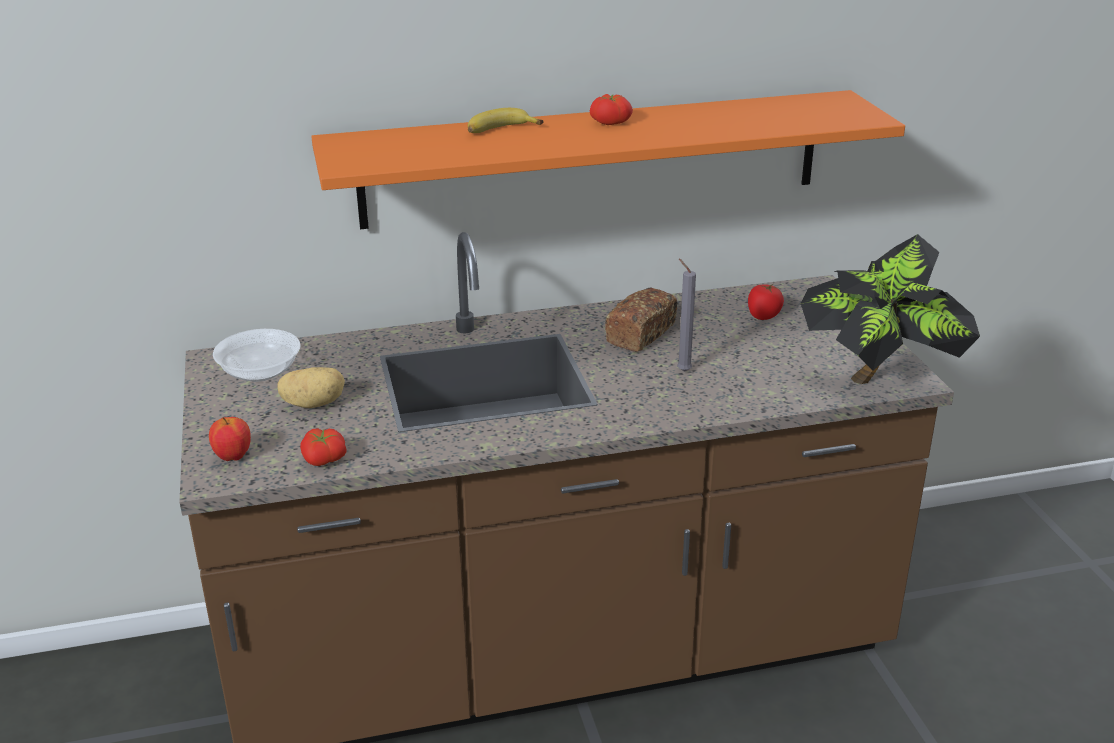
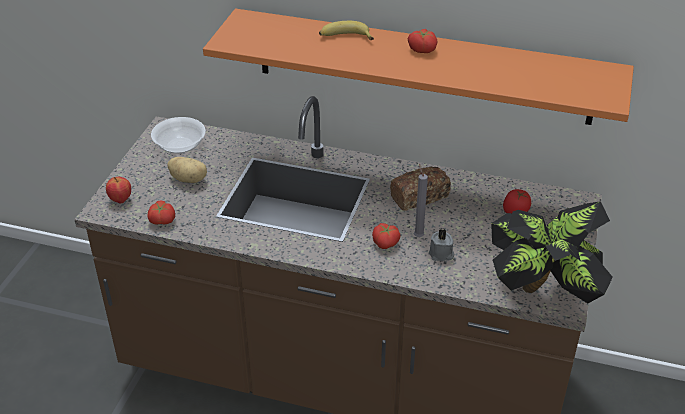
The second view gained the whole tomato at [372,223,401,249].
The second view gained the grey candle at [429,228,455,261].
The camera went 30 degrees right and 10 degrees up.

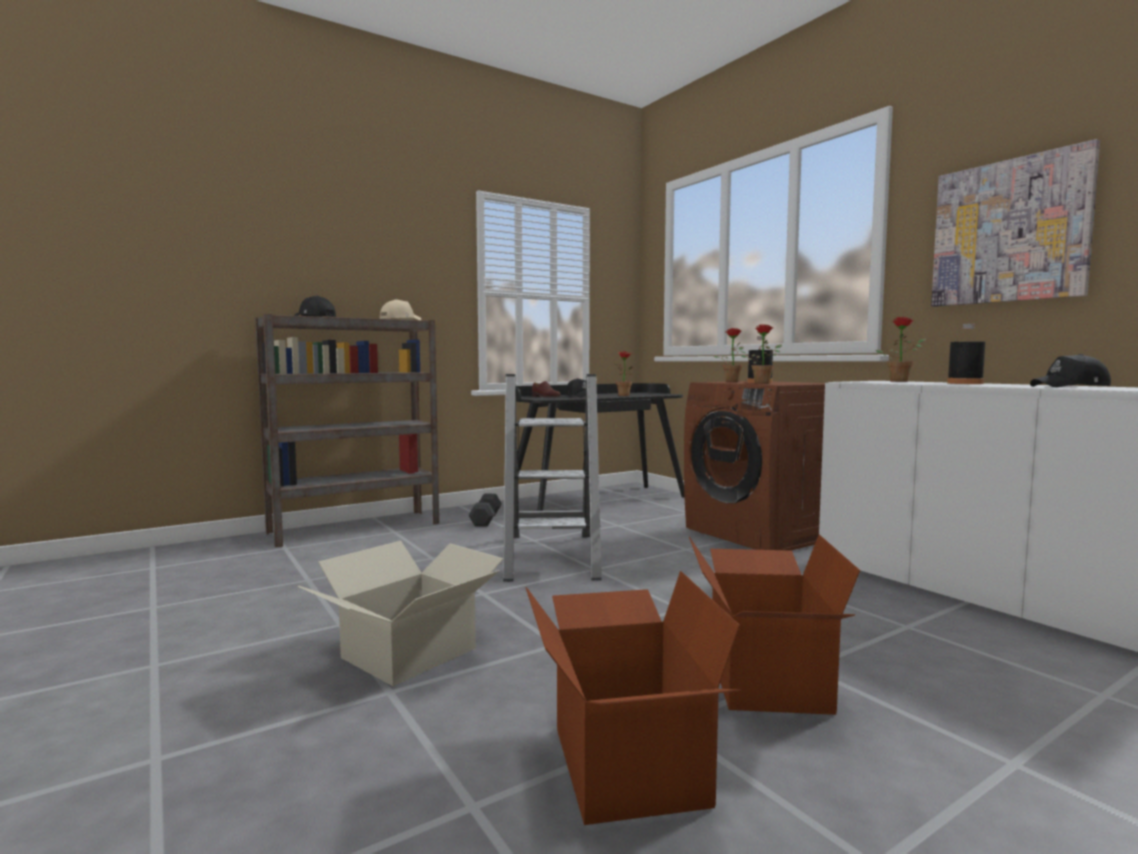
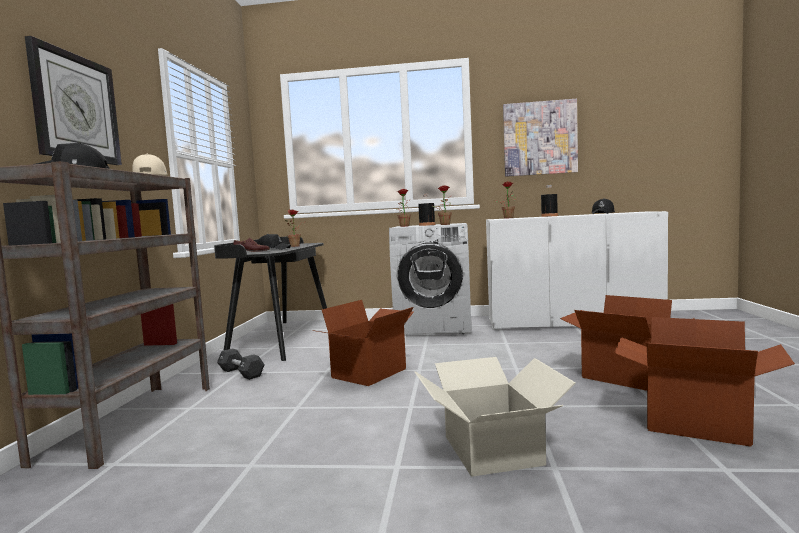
Where the grey step stool stood at [503,374,602,582], the cardboard box came to stand at [313,300,414,386].
What was the brownish washing machine at [684,381,825,551] turned into the whitish washing machine at [389,223,472,336].
The second view gained the clock on the wall at [25,36,122,165].
The camera went 50 degrees left and 0 degrees up.

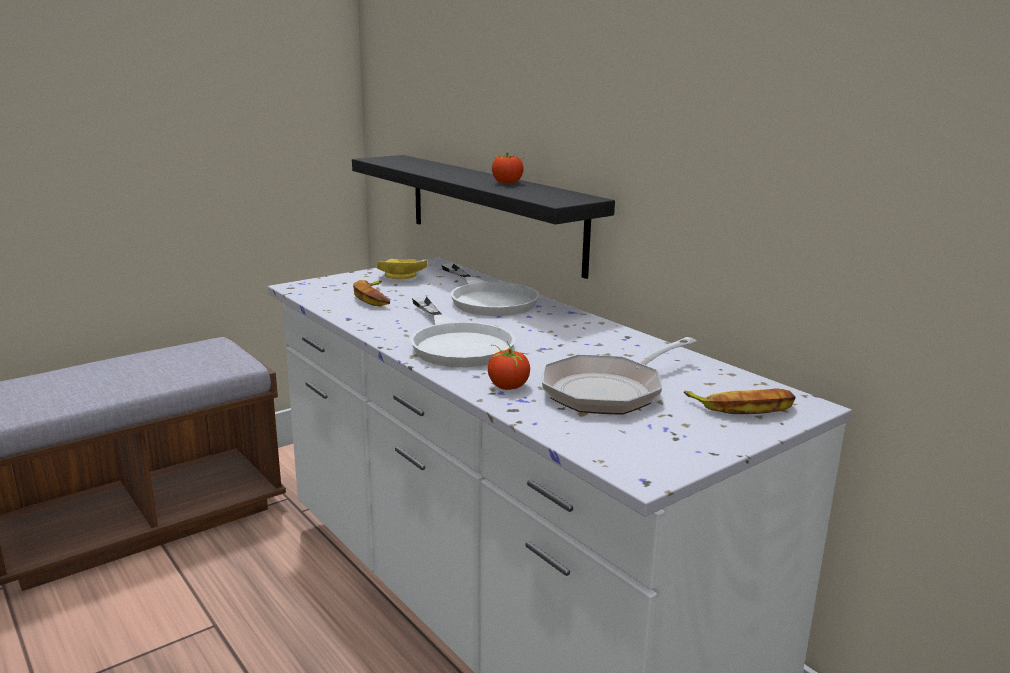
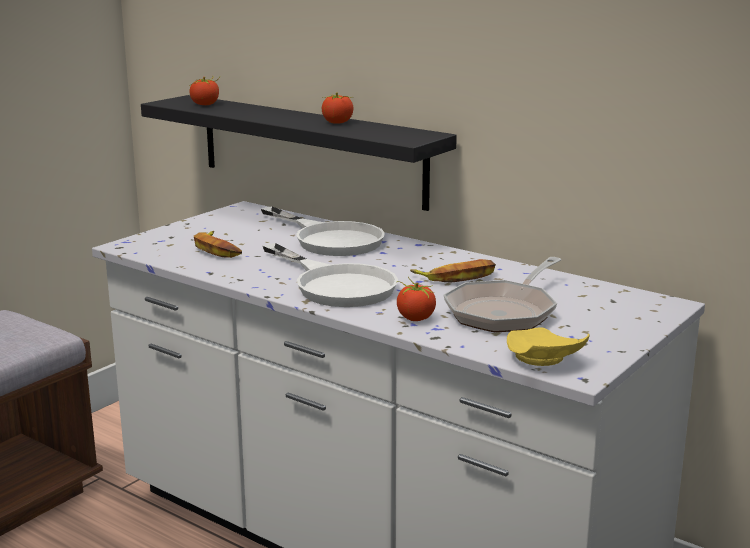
The yellow-coloured dinner plate ended up elsewhere, having gone from [376,259,427,279] to [507,327,590,366].
The banana ended up elsewhere, having gone from [684,388,796,414] to [410,259,496,282].
The second view gained the whole tomato at [189,76,220,105].
The camera went 15 degrees left and 0 degrees up.

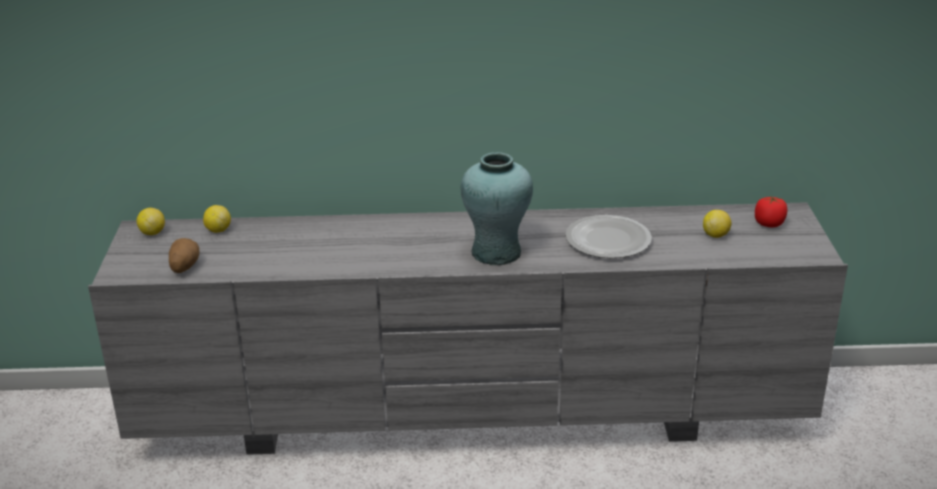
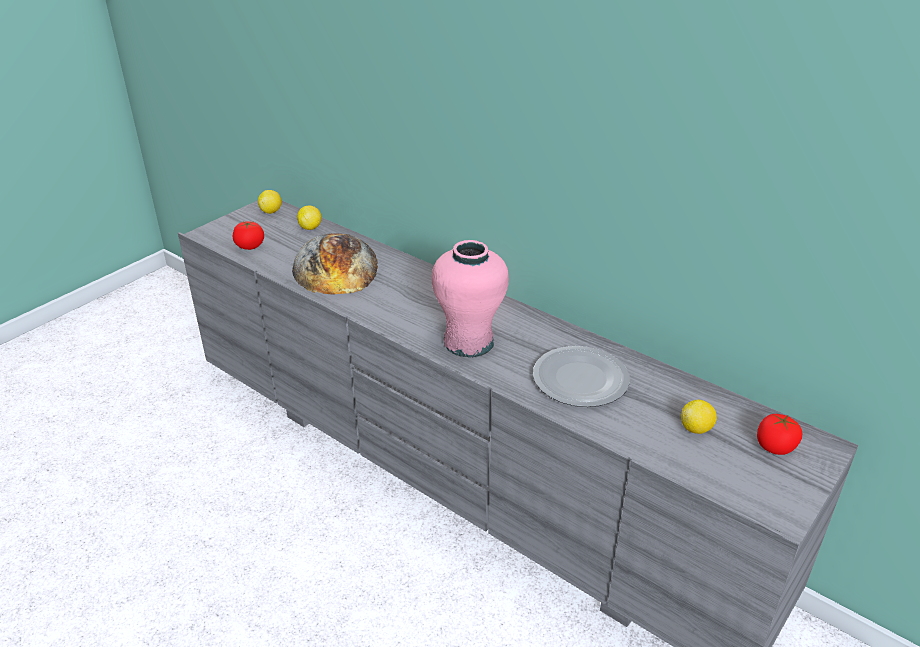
What was the blue-green vase at [461,152,533,265] turned into the pink-coloured vase at [432,240,509,358].
Where the whole potato stood at [169,238,199,273], the whole tomato came to stand at [233,221,264,250].
The second view gained the baked bread at [292,233,378,294].
The camera went 40 degrees right and 5 degrees up.

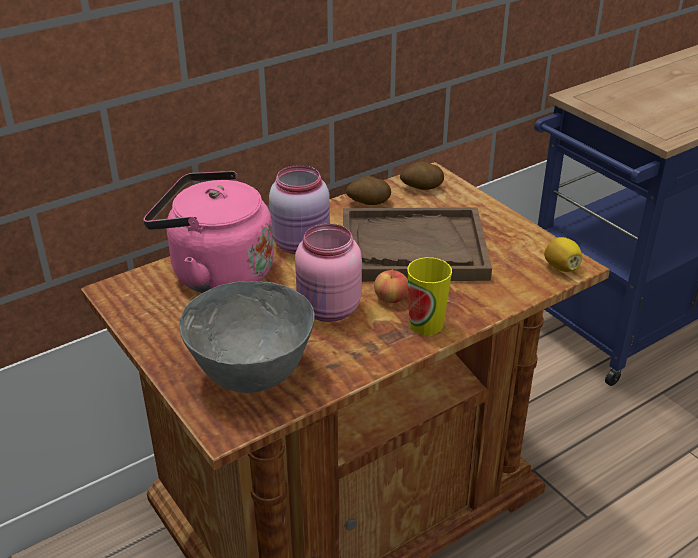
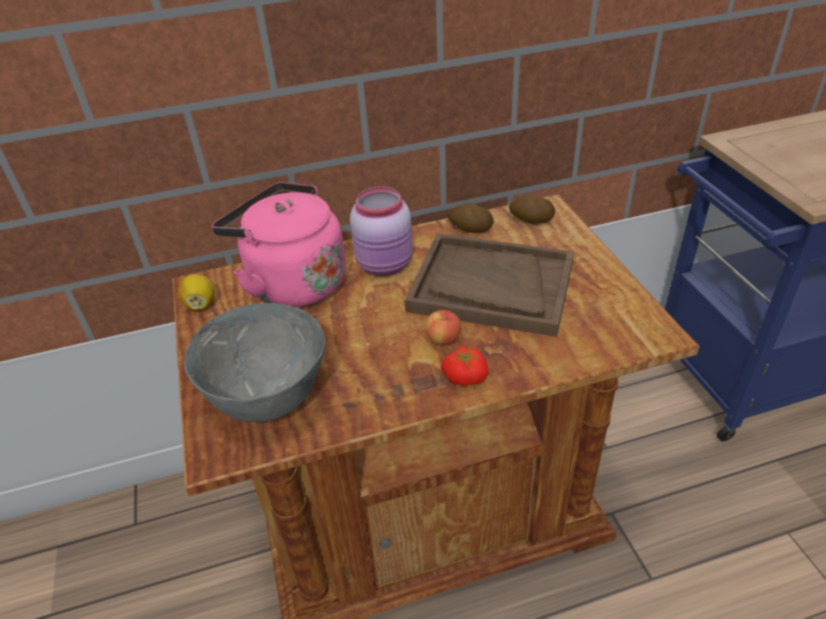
The second view lost the pink-coloured storage jar at [295,224,362,322].
The citrus fruit ended up elsewhere, having gone from [544,237,582,272] to [178,274,214,310].
Where the small cup stood at [407,257,452,335], the whole tomato came to stand at [441,346,489,386].
The camera went 20 degrees right and 5 degrees up.

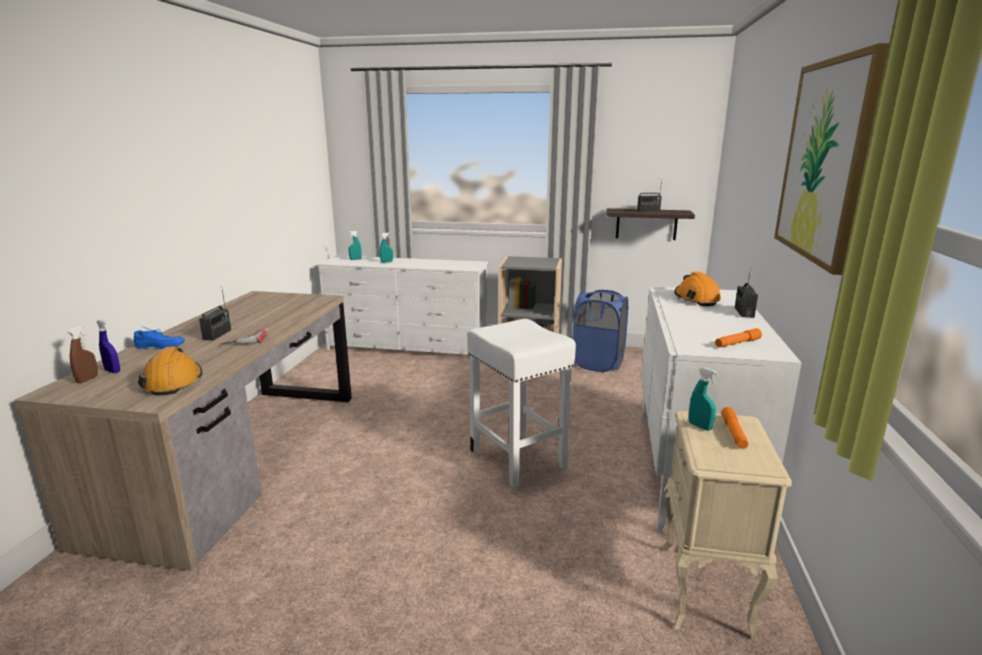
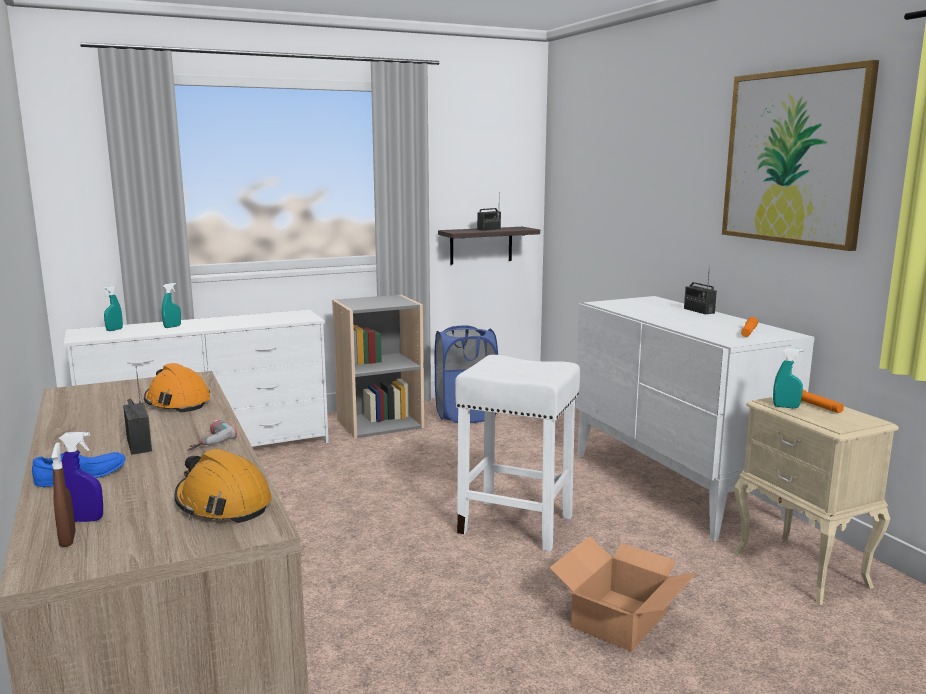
The orange-coloured safety helmet ended up elsewhere, having gone from [674,271,721,306] to [144,363,210,412].
The second view gained the cardboard box at [549,536,697,652].
The camera went 35 degrees left and 5 degrees down.

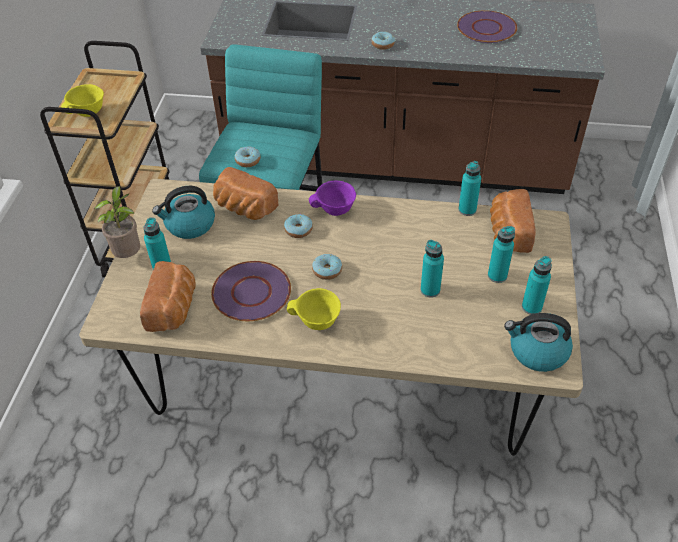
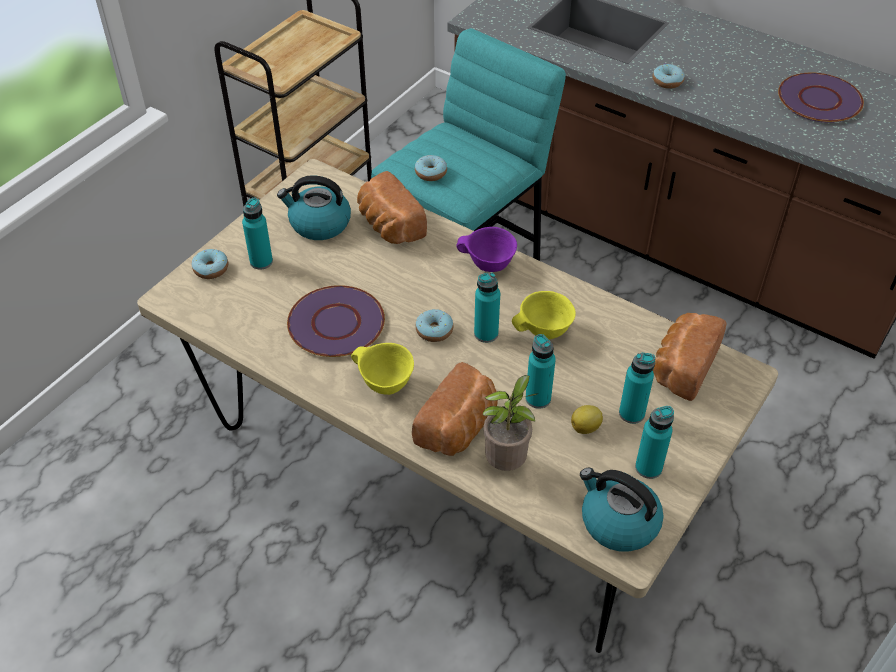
The yellow-coloured serving bowl ended up elsewhere, having gone from [61,84,104,117] to [512,291,576,339].
The blue-green drink bottle ended up elsewhere, having gone from [458,161,481,216] to [474,272,500,343].
The houseplant ended up elsewhere, having gone from [94,186,140,258] to [483,375,539,471].
The doughnut ended up elsewhere, having gone from [284,214,313,238] to [192,249,228,279].
The baked bread ended up elsewhere, having gone from [140,261,196,332] to [412,362,498,456].
The second view gained the citrus fruit at [571,405,603,434].
The camera went 25 degrees right and 0 degrees up.

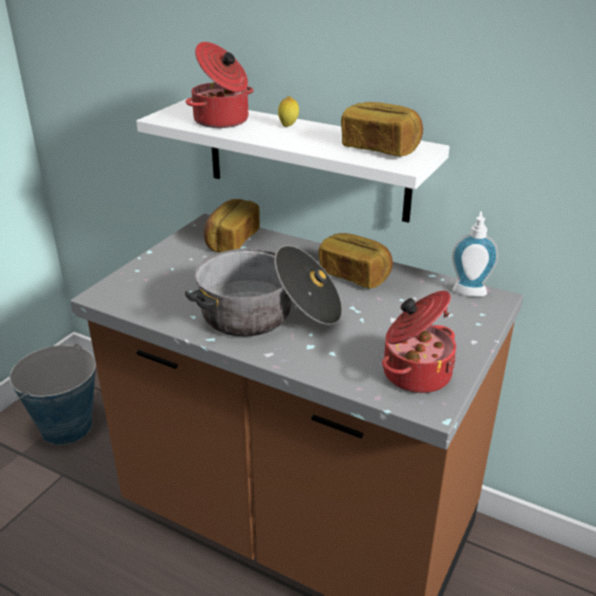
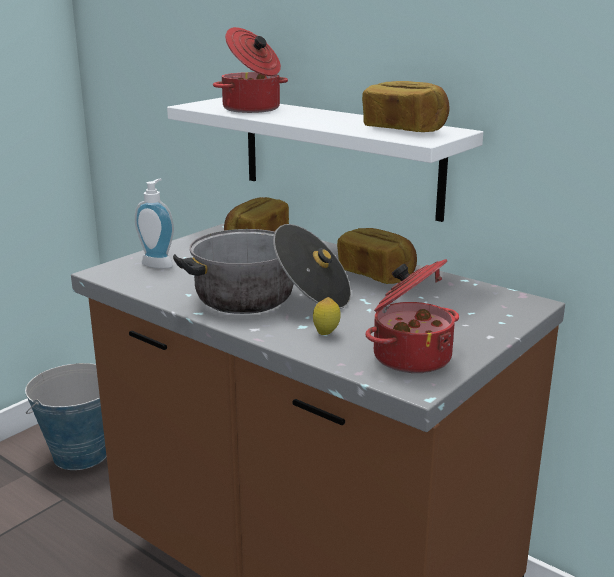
The citrus fruit ended up elsewhere, having gone from [278,96,299,127] to [313,297,341,335].
The soap dispenser ended up elsewhere, having gone from [452,211,498,297] to [135,179,174,268].
The camera went 10 degrees right and 10 degrees down.

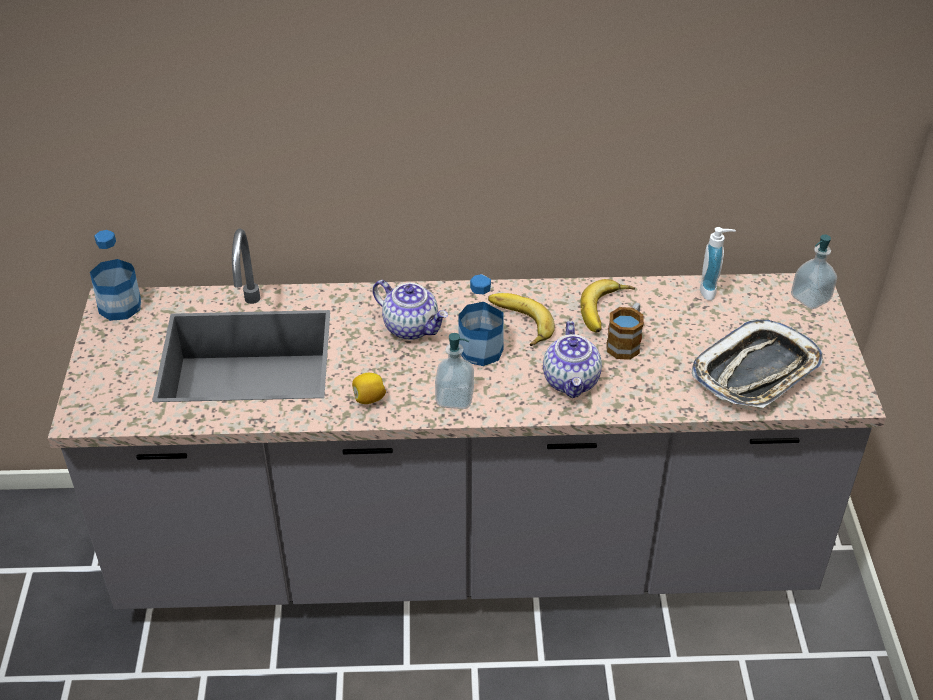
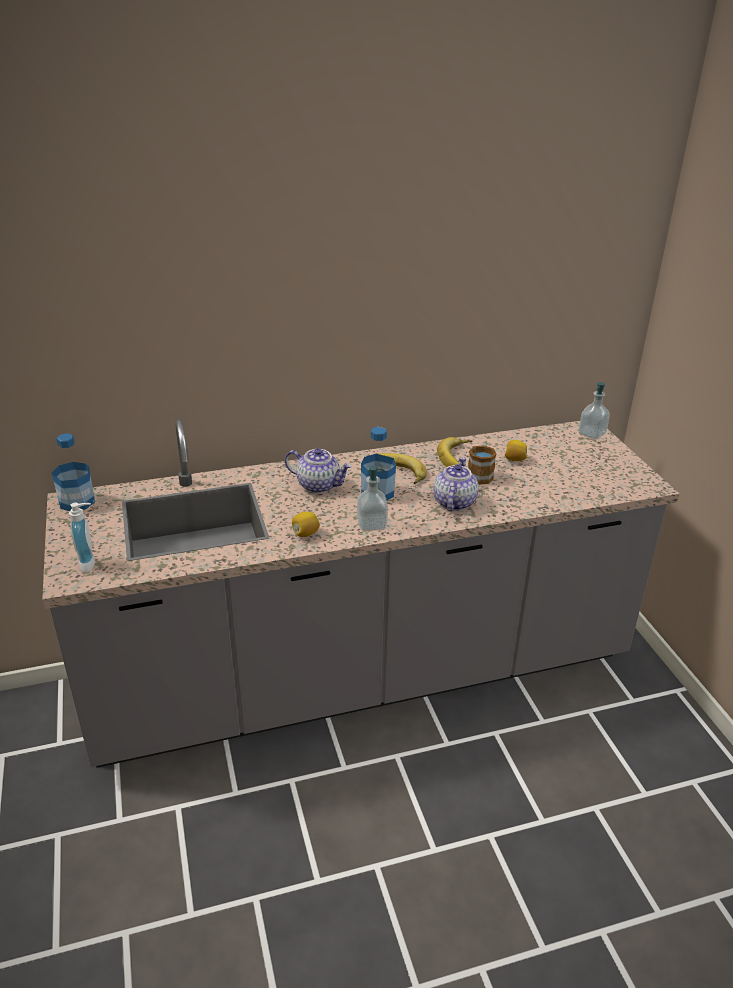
The soap dispenser ended up elsewhere, having gone from [700,227,736,301] to [69,503,95,573].
The second view lost the tray at [692,319,823,408].
The pot for tea at [543,321,602,398] ended up facing another way, 150 degrees counterclockwise from before.
The second view gained the citrus fruit at [505,440,527,461].
The camera went 15 degrees left and 10 degrees down.

